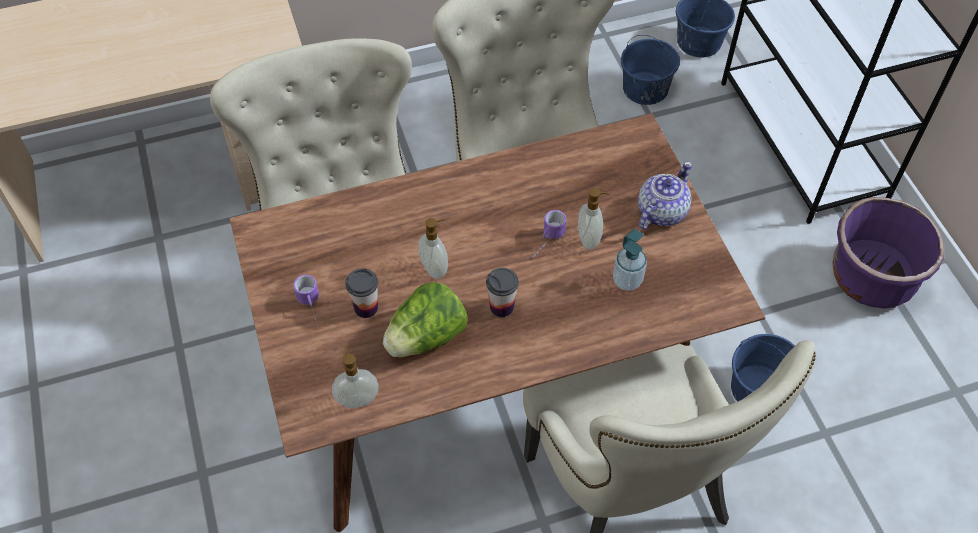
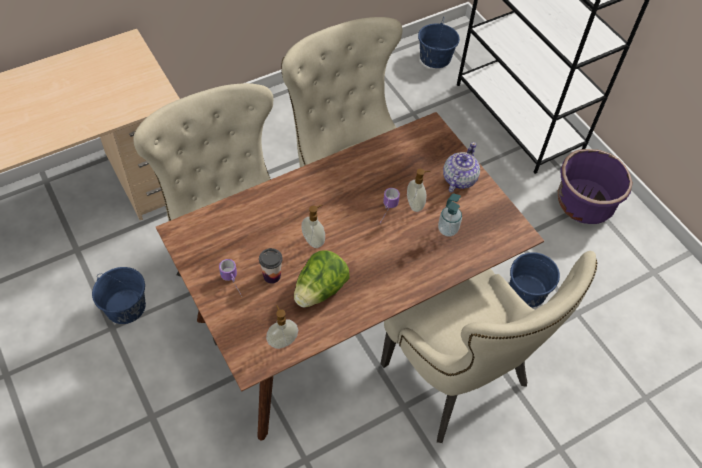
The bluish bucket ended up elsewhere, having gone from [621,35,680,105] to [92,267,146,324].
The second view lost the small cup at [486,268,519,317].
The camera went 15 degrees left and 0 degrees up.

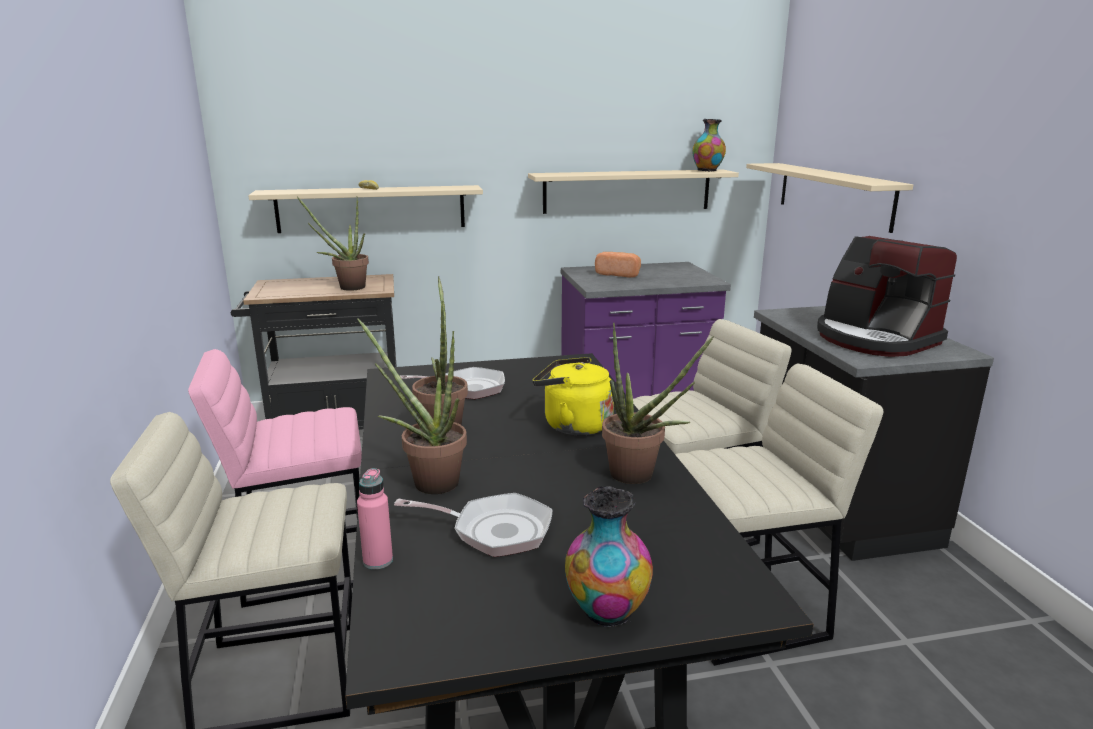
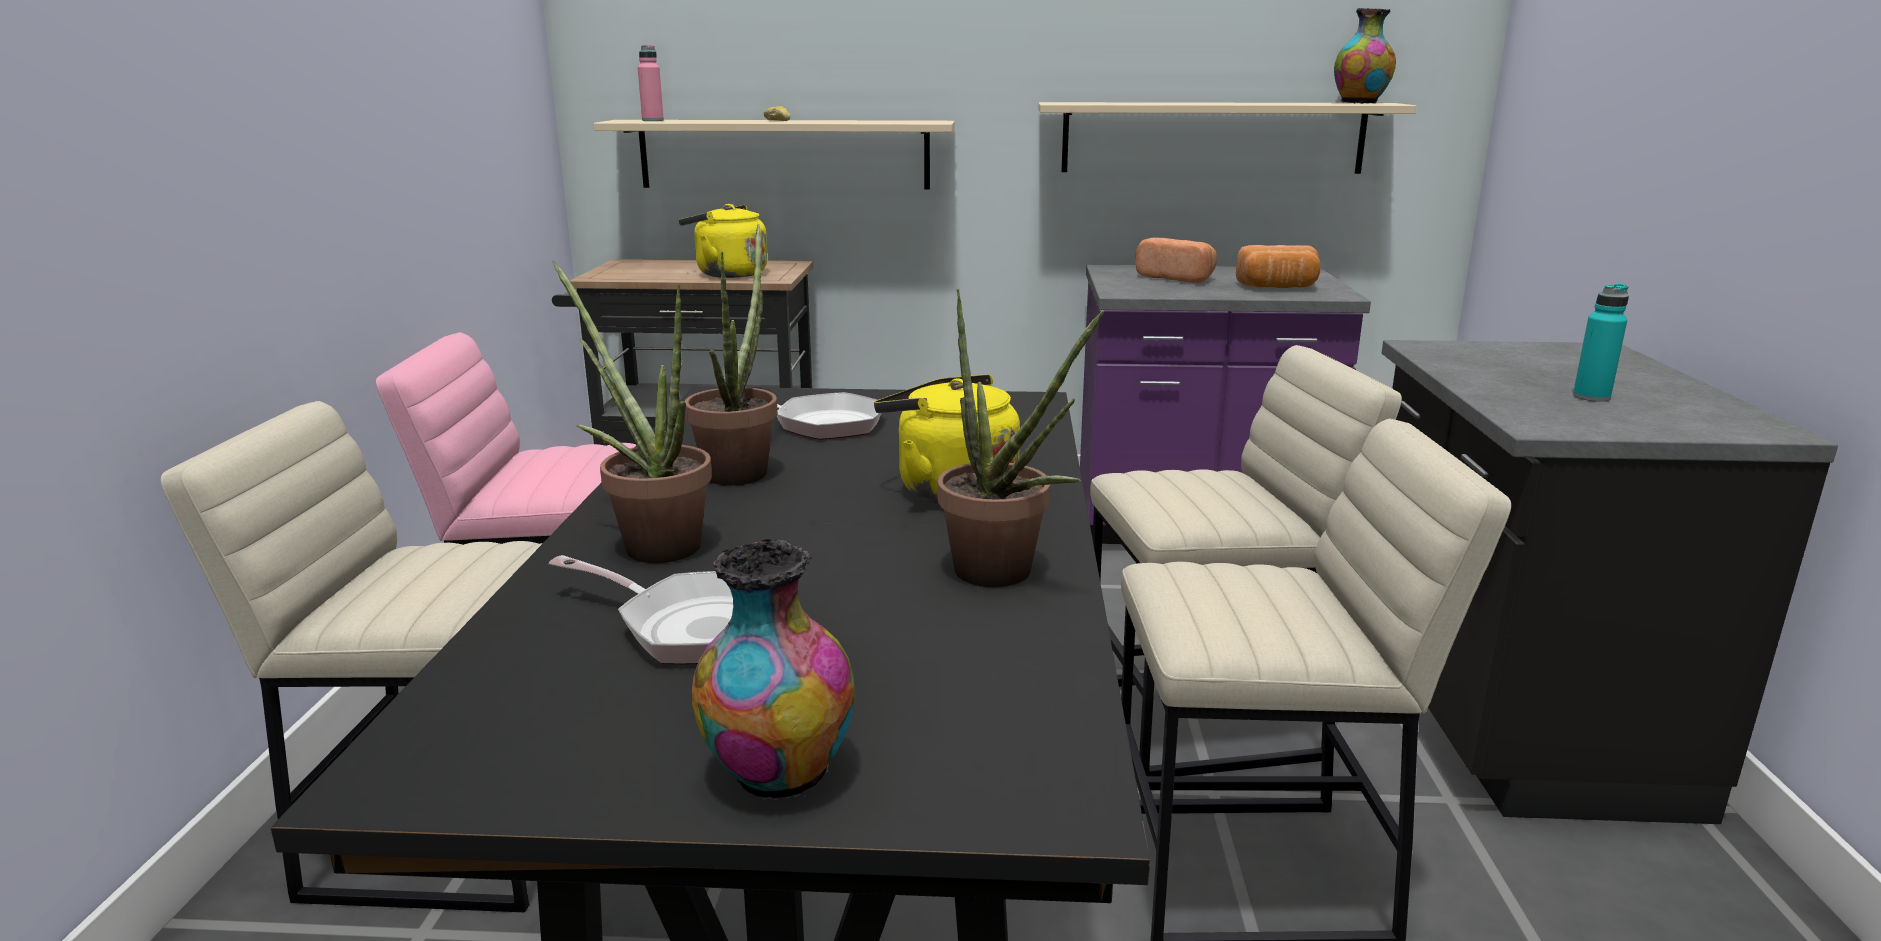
The second view lost the sand-coloured bracket shelf at [746,163,913,233].
Where the houseplant stood at [297,196,369,291], the yellow-coloured kettle came to stand at [679,204,768,278].
Where the coffee maker stood at [817,236,957,357], the blue-green drink bottle came to stand at [1573,284,1629,402].
The pink-coloured drink bottle ended up elsewhere, having gone from [357,468,393,570] to [638,45,664,121].
The second view gained the baked bread at [1236,245,1320,288].
The camera went 15 degrees right and 0 degrees up.

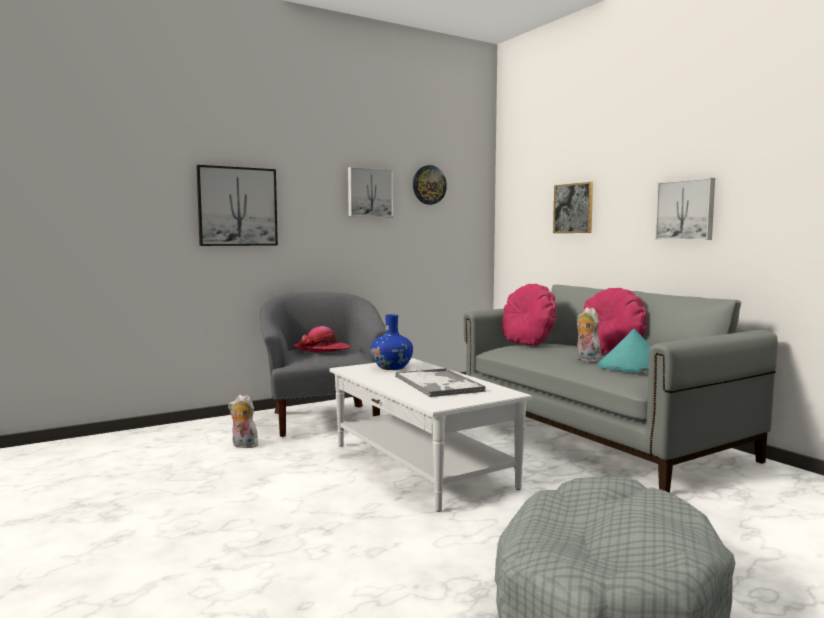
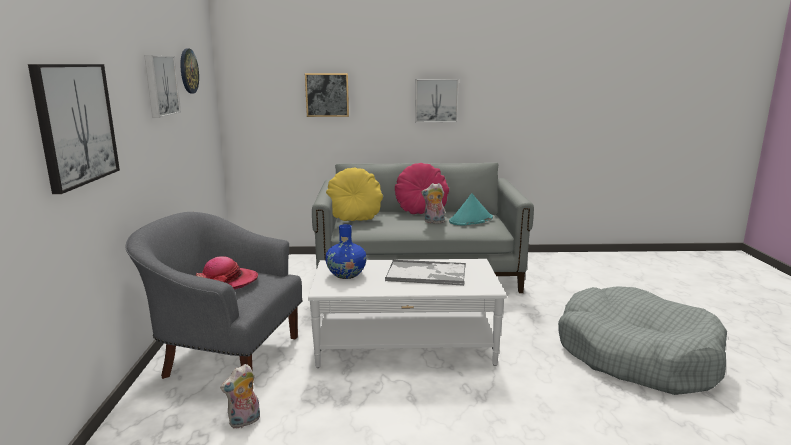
What was the pink-coloured cushion at [502,284,556,346] turned into the yellow-coloured cushion at [326,168,383,221].
The camera went 60 degrees left and 10 degrees up.

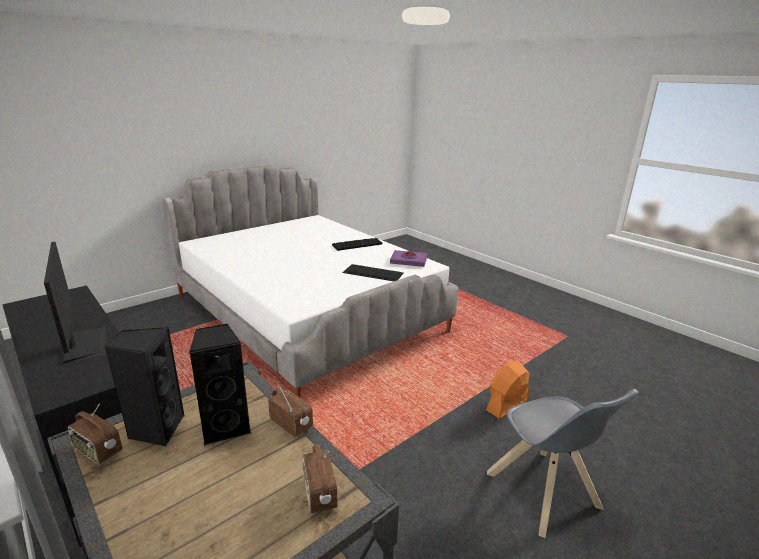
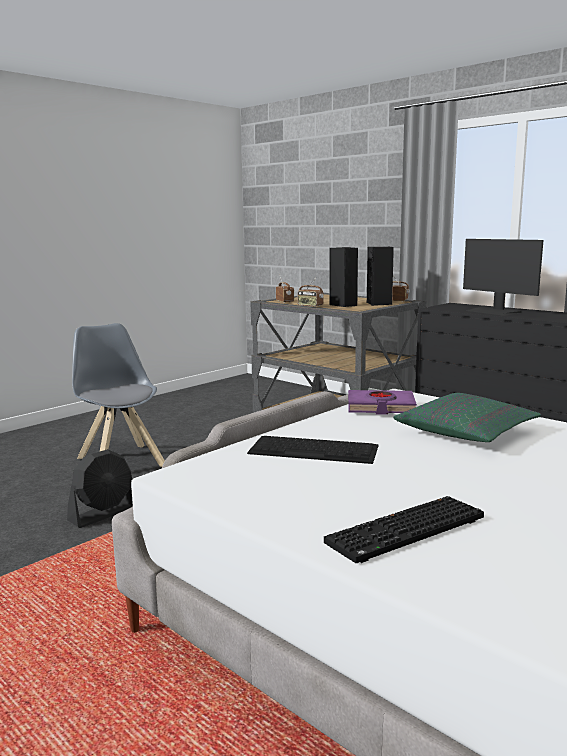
The purple volume ended up elsewhere, having gone from [390,250,427,267] to [348,390,417,415].
What was the orange-coloured fan at [486,361,530,419] turned into the black fan at [67,449,133,528].
The second view gained the greenish cushion at [393,393,541,442].
The camera went 175 degrees right and 10 degrees down.

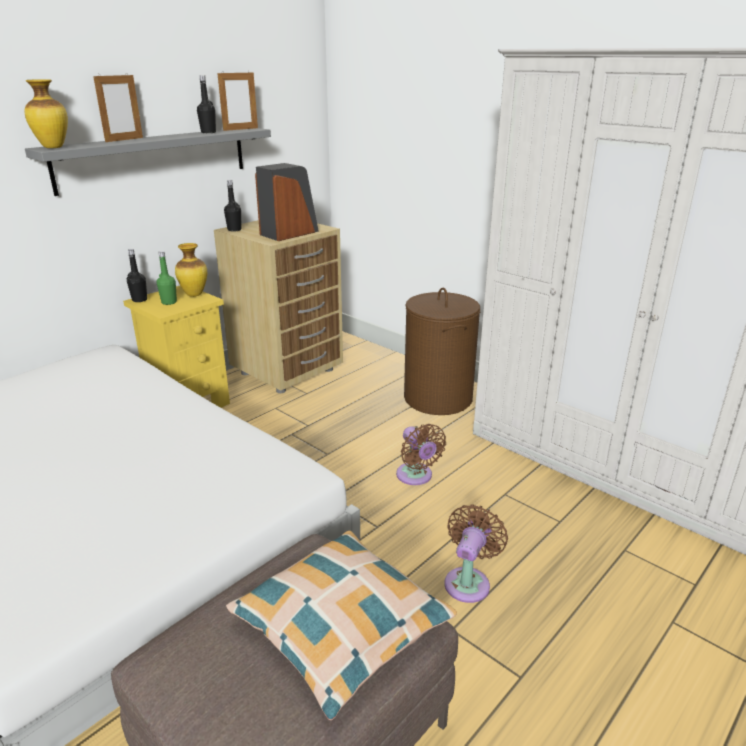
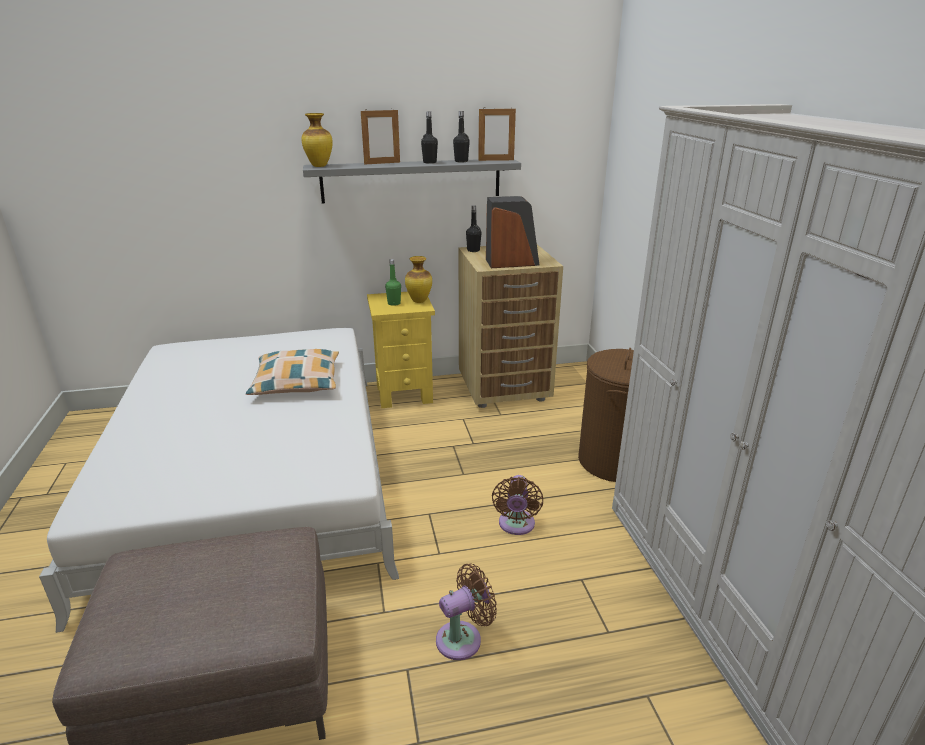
The black drink bottle ended up elsewhere, having gone from [127,249,147,302] to [421,111,438,164].
The cushion ended up elsewhere, having gone from [226,530,457,720] to [246,349,339,395].
The camera went 35 degrees right and 0 degrees up.

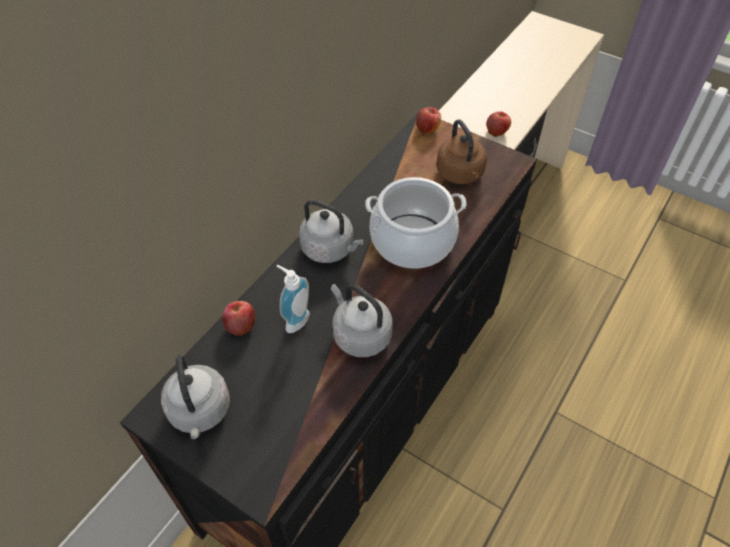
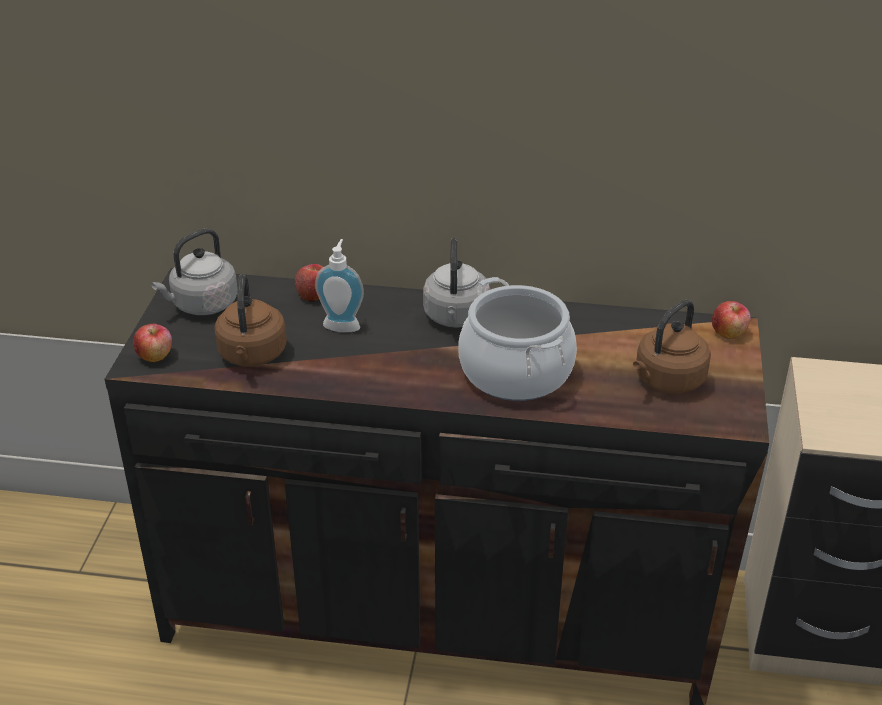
The apple fruit ended up elsewhere, having gone from [486,111,511,137] to [133,324,172,362].
The second view lost the grey kettle at [331,284,393,357].
The second view gained the brownish kettle at [215,274,287,367].
The camera went 65 degrees right and 15 degrees down.

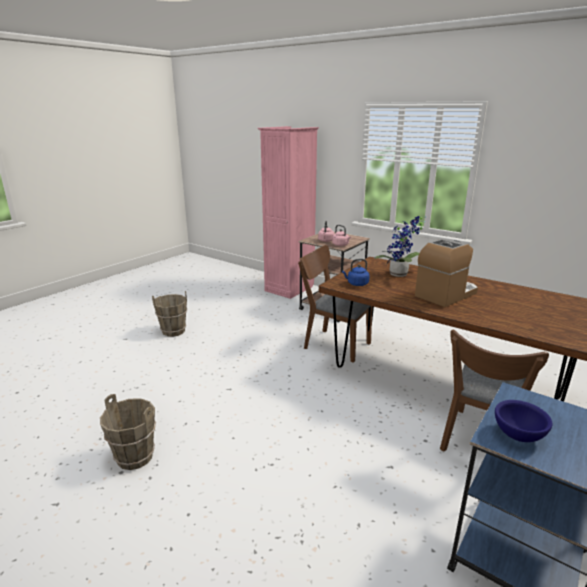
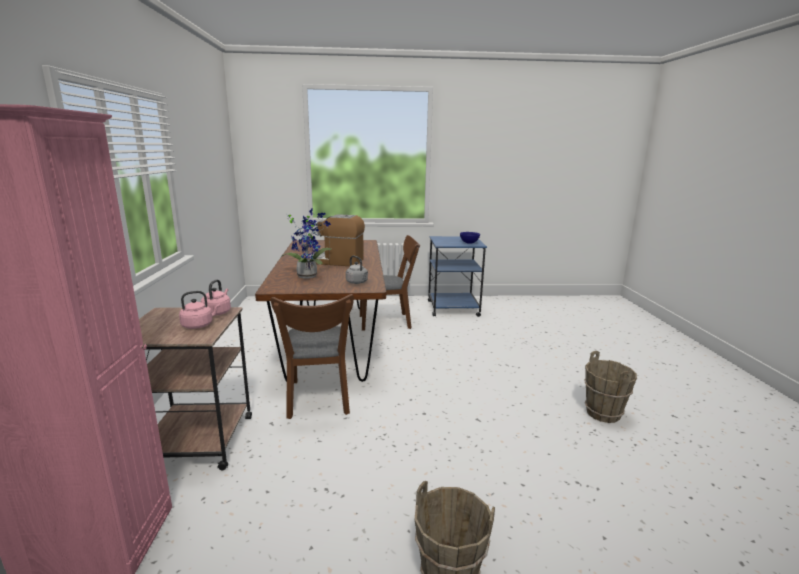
What was the bluish kettle at [342,259,370,286] turned into the grey kettle at [346,256,368,284].
The camera went 130 degrees left and 5 degrees down.

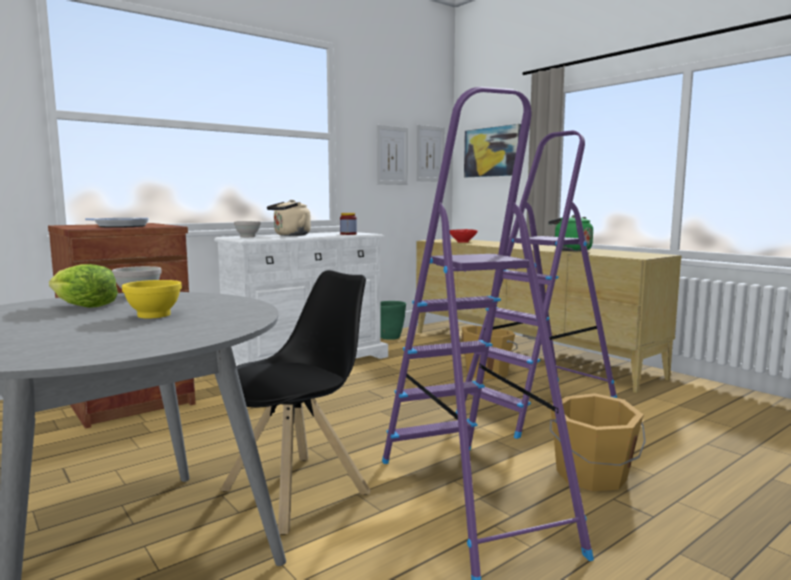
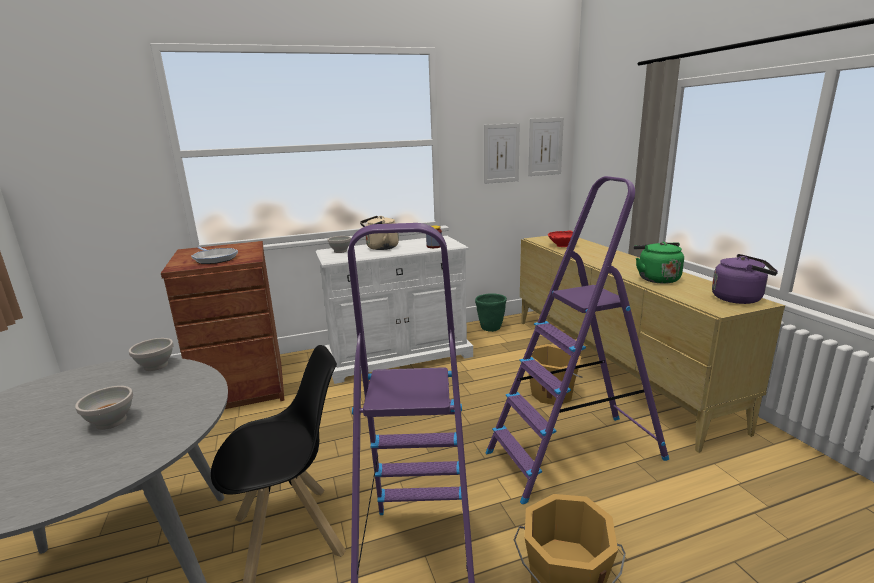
The second view lost the wall art at [464,124,521,177].
The second view lost the head of lettuce at [49,264,118,308].
What was the yellow-coloured serving bowl at [122,280,182,319] turned into the whitish serving bowl at [75,386,133,430].
The second view gained the purple kettle at [712,254,778,304].
The camera went 20 degrees right and 10 degrees up.

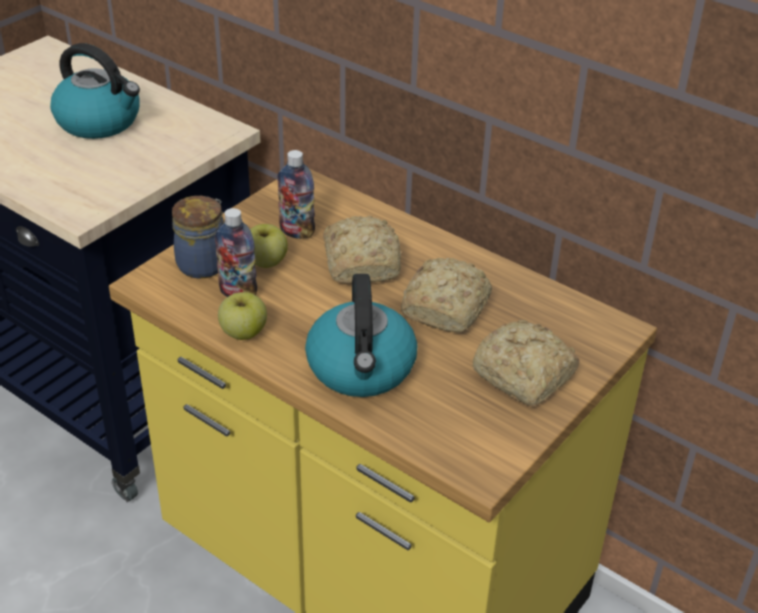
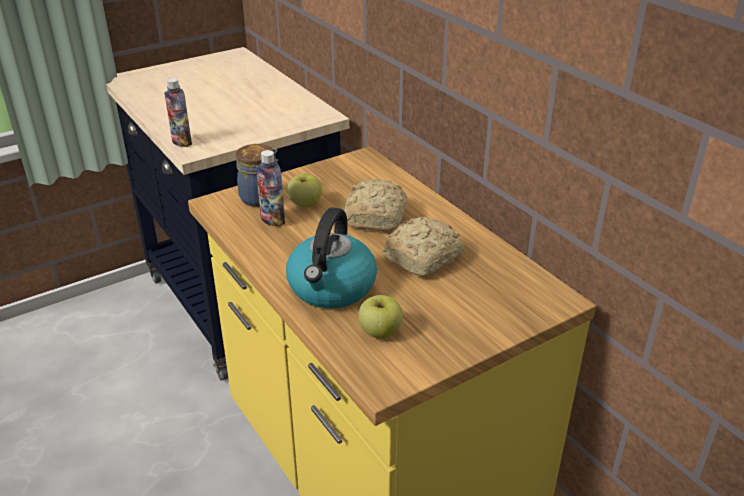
The second view lost the kettle at [50,43,140,139].
The drink bottle ended up elsewhere, having gone from [277,150,315,239] to [164,78,192,147].
The apple fruit ended up elsewhere, having gone from [218,292,267,340] to [358,295,403,338].
The second view lost the baked bread at [472,320,580,406].
The camera went 20 degrees right and 5 degrees down.

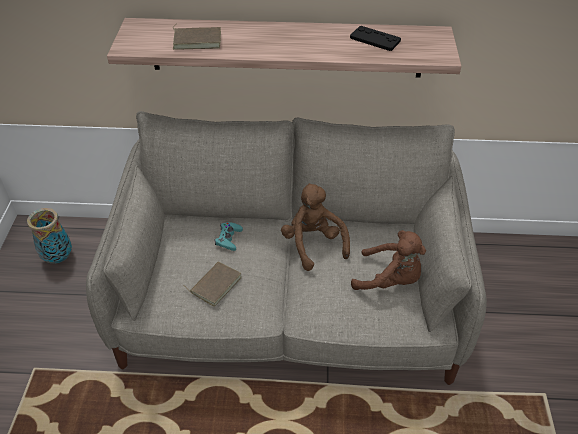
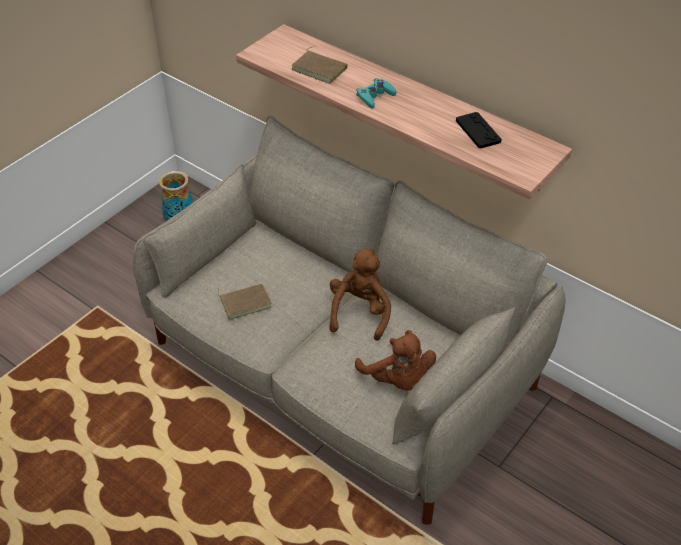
The blue-green joypad ended up elsewhere, having gone from [214,222,243,251] to [356,78,396,109].
The camera went 35 degrees right and 0 degrees up.

